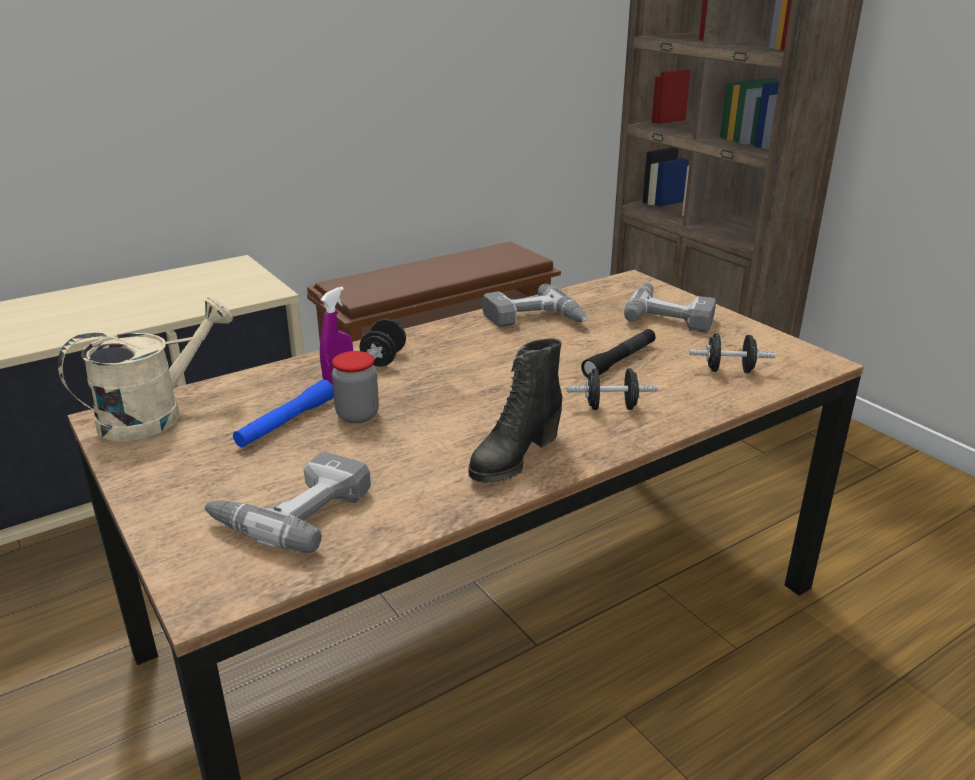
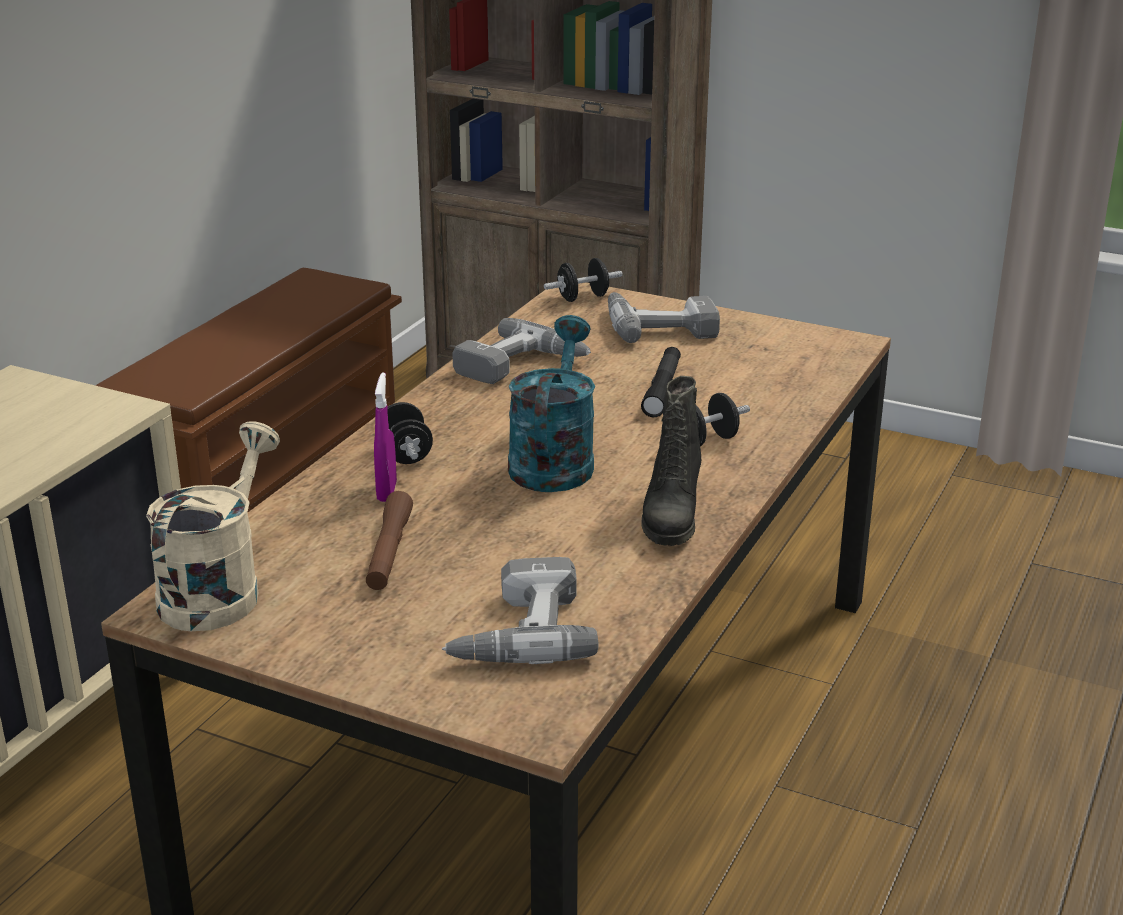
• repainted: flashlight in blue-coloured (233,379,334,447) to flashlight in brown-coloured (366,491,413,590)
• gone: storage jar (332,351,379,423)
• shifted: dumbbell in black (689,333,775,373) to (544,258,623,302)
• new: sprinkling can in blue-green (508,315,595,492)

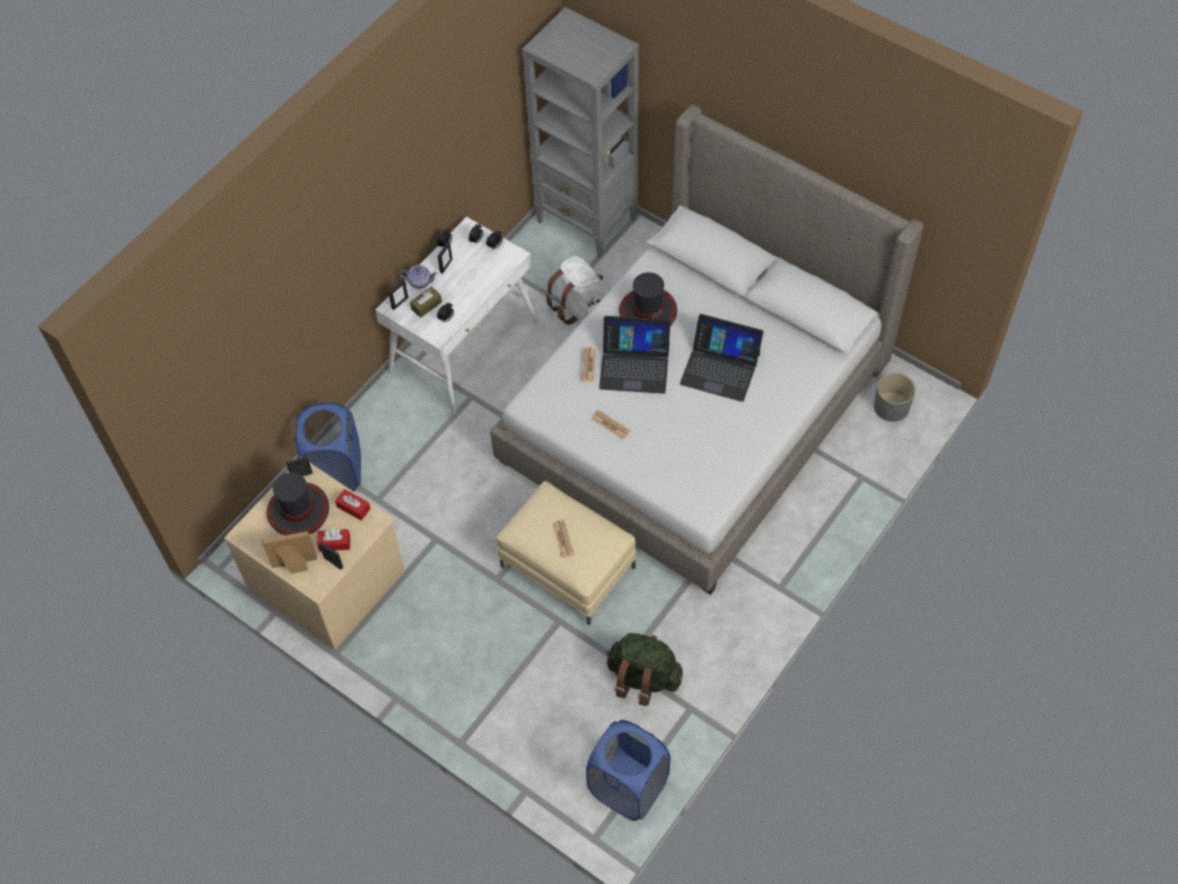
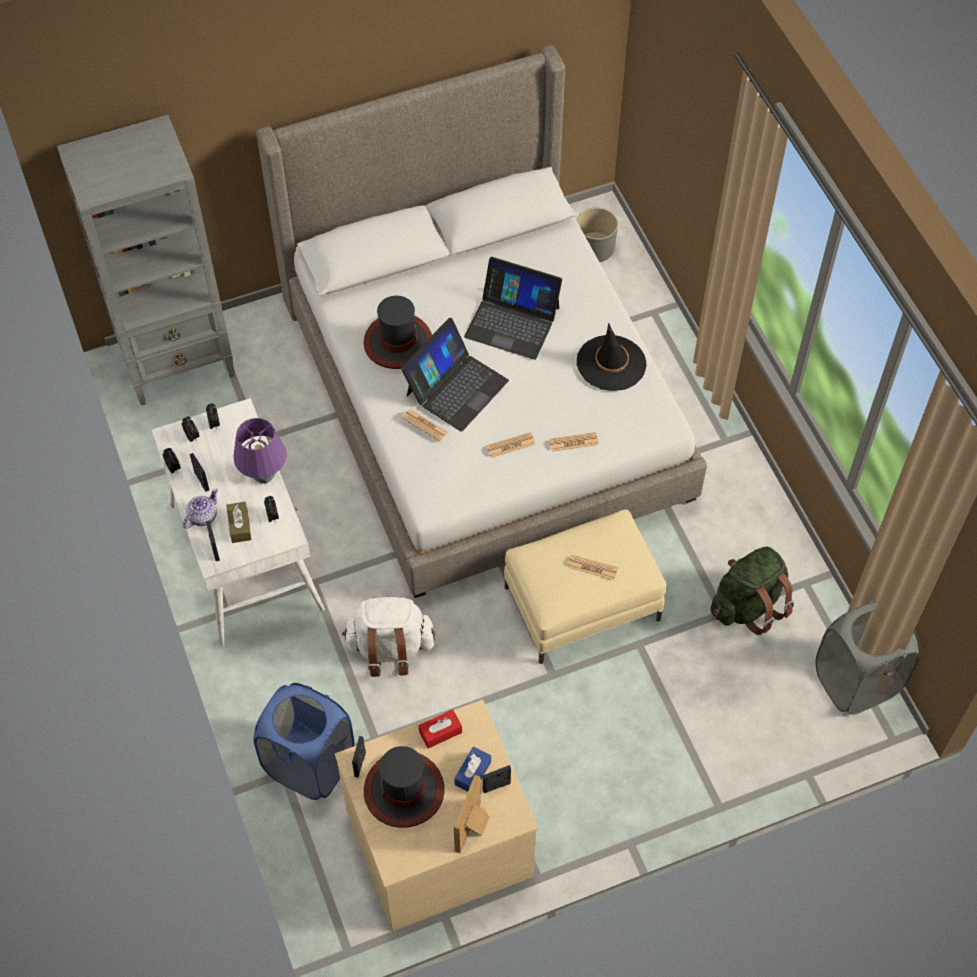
• repainted: tissue holder in reddish (317,529,350,552) to tissue holder in blue-coloured (454,747,491,792)
• shifted: knapsack in white (545,256,606,325) to (342,597,435,677)
• repainted: hamper in blue-coloured (586,720,670,821) to hamper in grey (815,600,920,715)
• rotated: laptop (680,314,764,402) = (464,257,562,360) 60 degrees clockwise
• new: table lamp in purplish (233,418,287,484)
• new: daily paper (549,432,599,452)
• new: wearable hat in black (577,322,647,391)

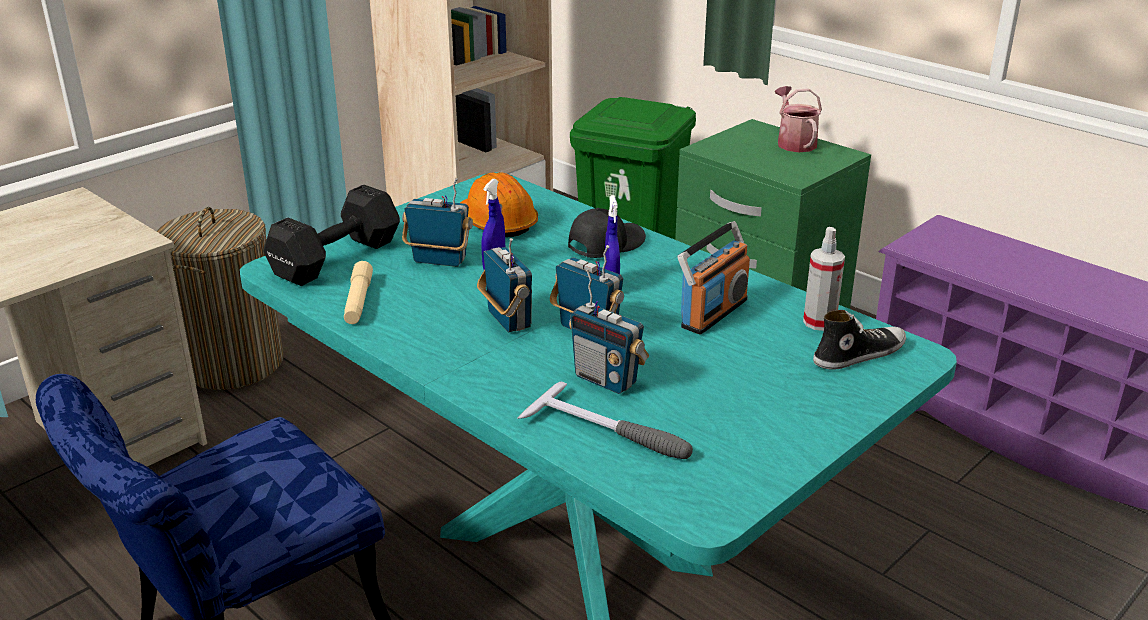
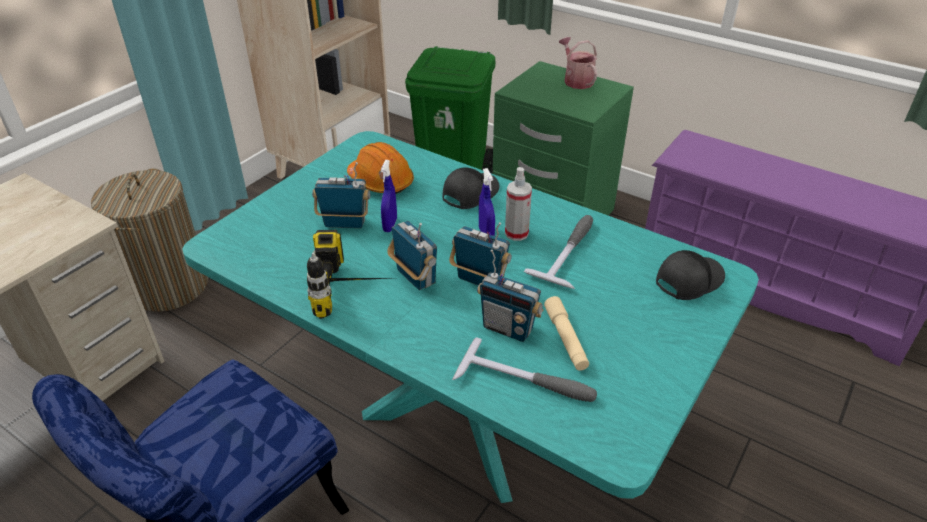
• gone: dumbbell in black (263,185,400,286)
• shifted: flashlight in sand-coloured (344,261,373,324) to (544,296,589,371)
• swapped: radio set (677,221,750,334) to hammer (524,215,593,289)
• shifted: sprayer (803,227,845,331) to (505,167,532,241)
• swapped: low shoe (813,310,906,370) to peaked cap in black (656,250,725,300)
• new: electric drill (307,230,389,319)

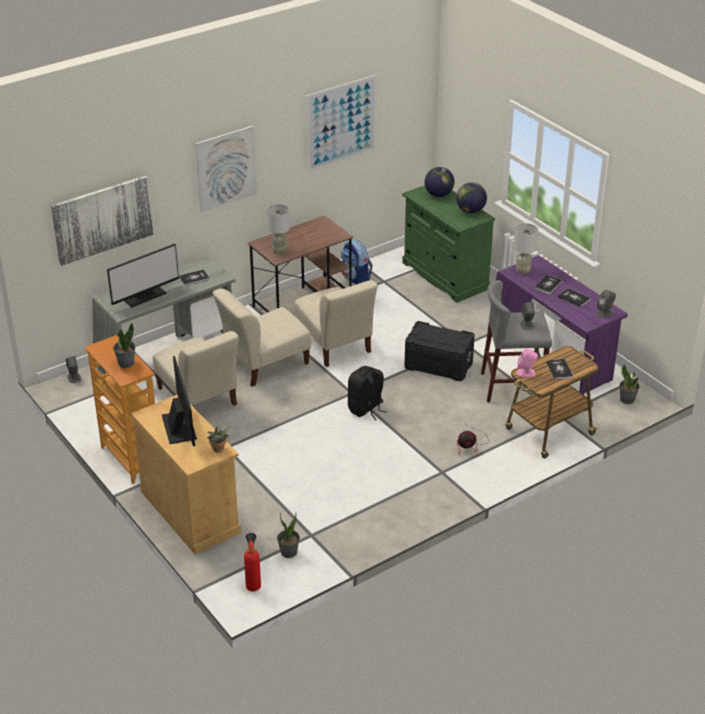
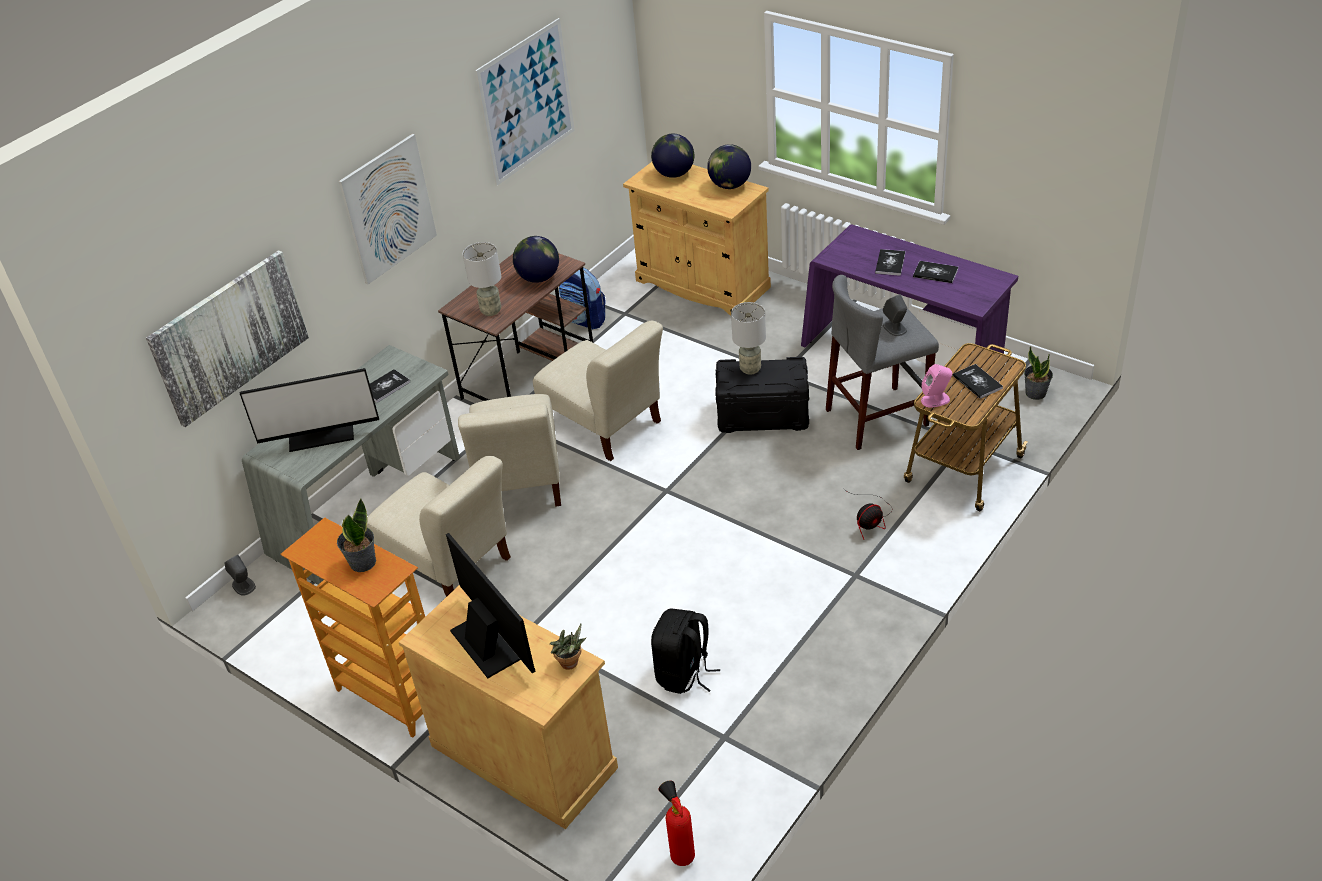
• rotated: computer screen (107,244,179,308) = (240,368,379,452) 45 degrees clockwise
• rotated: chair in sand-coloured (213,289,311,387) = (458,394,561,507) 45 degrees counterclockwise
• gone: houseplant (277,512,300,558)
• shifted: knapsack in black (348,366,387,420) to (651,608,720,694)
• repainted: storage cabinet in greenish (402,185,495,303) to storage cabinet in sand-coloured (623,162,771,315)
• shifted: table lamp in grey (514,223,538,274) to (731,302,766,375)
• gone: speaker in grey (596,290,616,318)
• new: world globe (513,236,559,283)

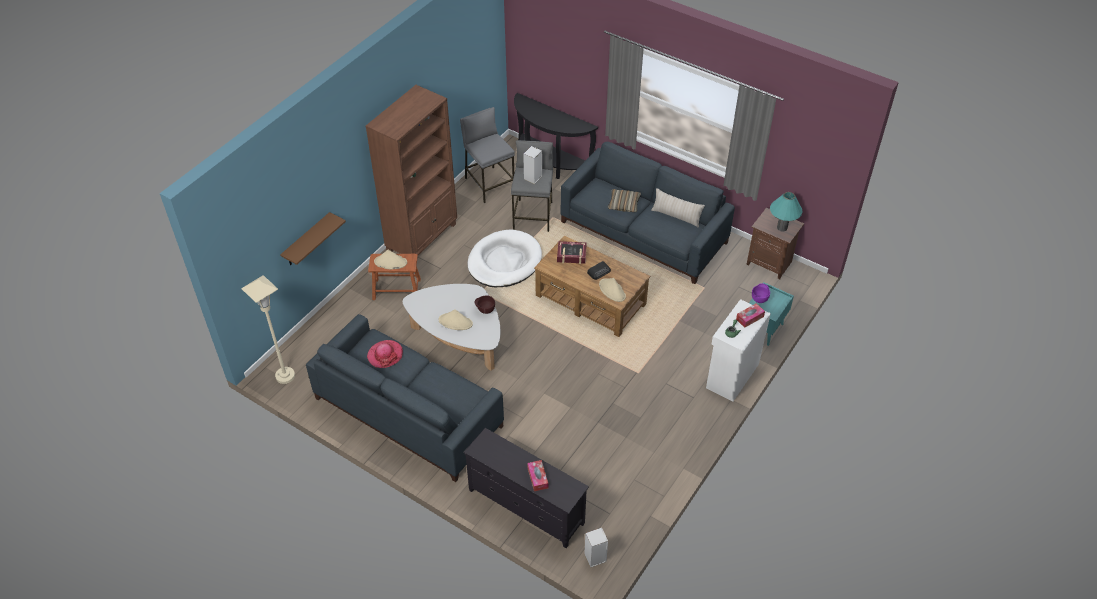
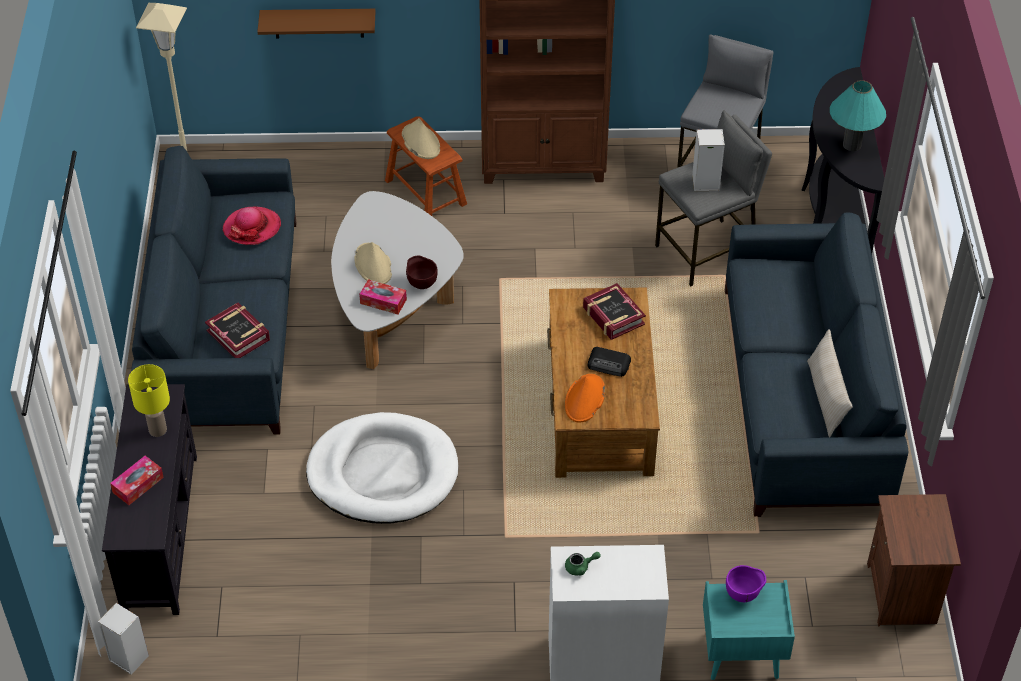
• shifted: dog bed in white (468,230,542,287) to (306,412,458,524)
• repainted: wearable hat in sand-coloured (599,278,626,302) to wearable hat in orange (565,374,605,423)
• gone: pillow (608,189,641,212)
• shifted: tissue holder (736,303,765,328) to (359,279,407,314)
• shifted: table lamp in blue-green (770,192,803,232) to (830,80,886,151)
• new: table lamp in yellowish (128,364,170,437)
• new: volume (205,303,270,358)

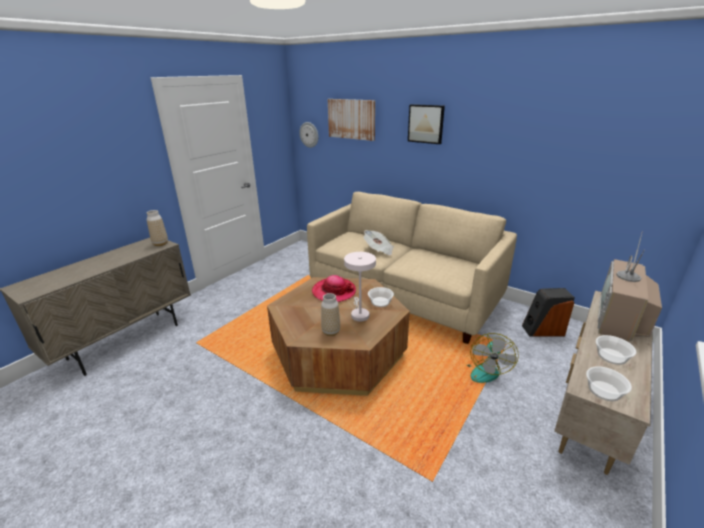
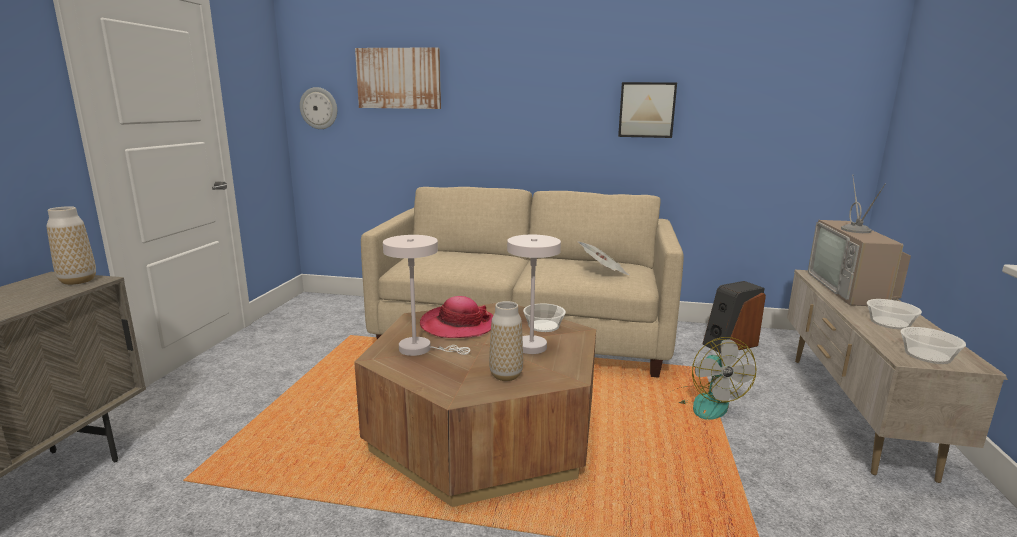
• shifted: daily paper (364,230,394,256) to (577,241,629,275)
• shifted: wall picture (408,104,445,144) to (618,82,677,138)
• new: table lamp in white (383,235,470,356)

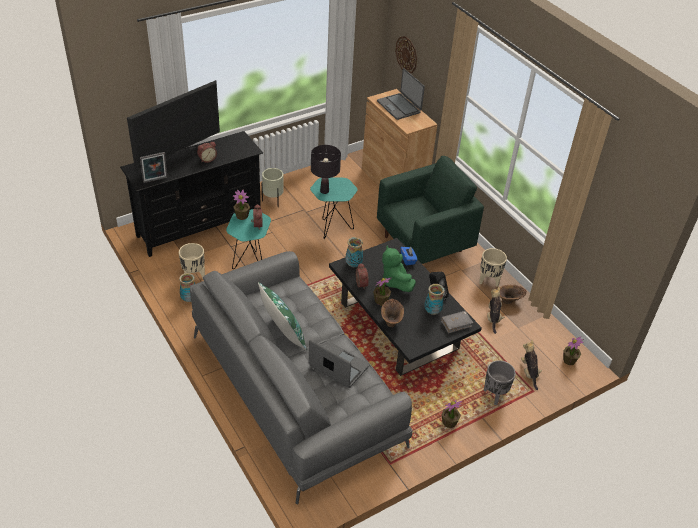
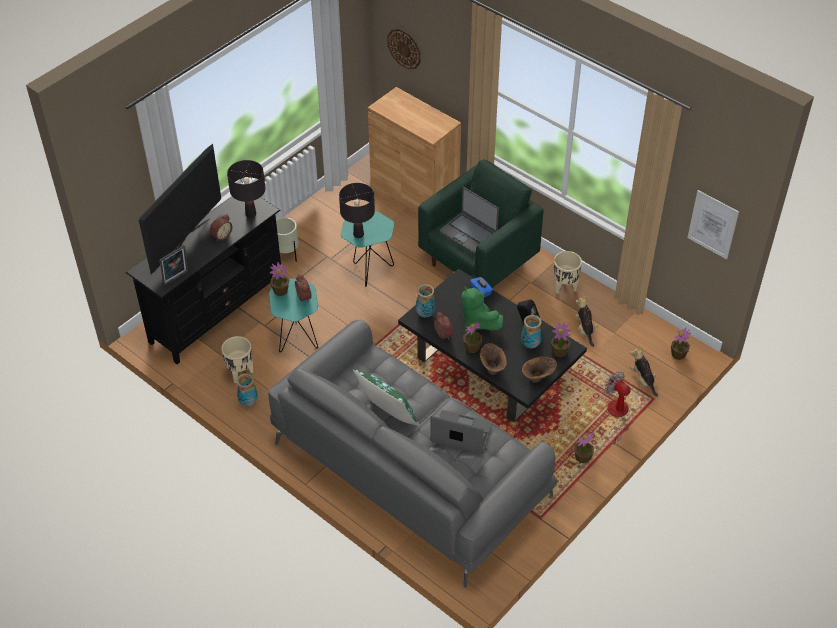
• shifted: laptop (377,68,425,120) to (440,187,499,254)
• swapped: volume in grey (441,311,473,334) to houseplant (551,323,571,357)
• swapped: planter in grey (484,360,516,405) to electric fan (605,371,631,444)
• shifted: vase in brown-coloured (500,285,527,304) to (522,356,557,383)
• new: table lamp in black (227,160,266,218)
• new: wall picture (687,190,739,259)

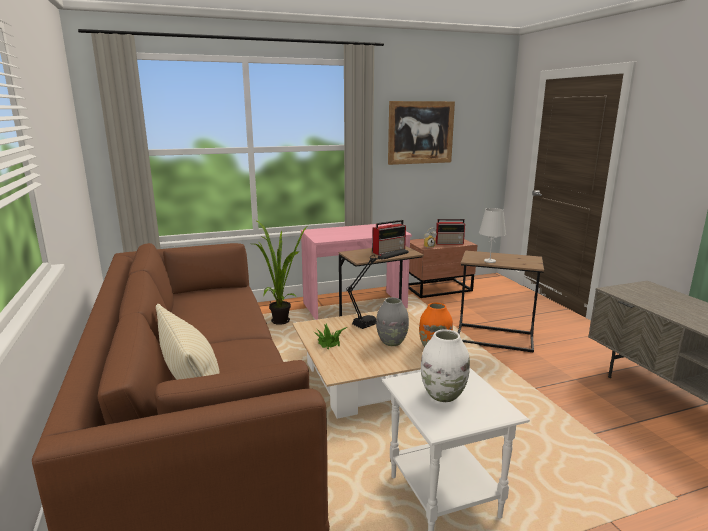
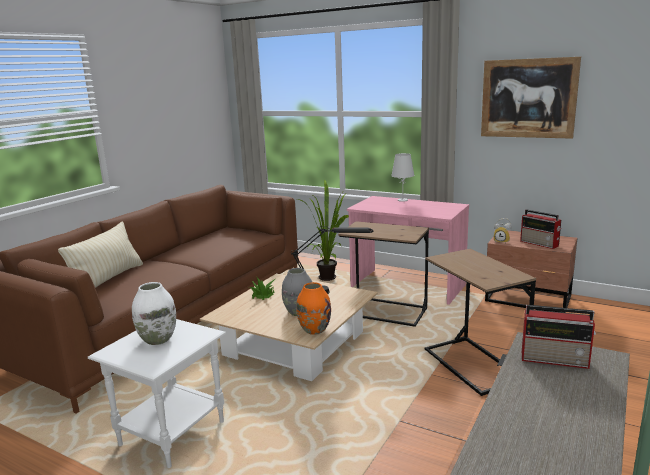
• shifted: radio set (372,220,406,255) to (522,305,596,369)
• shifted: table lamp in white (479,208,506,263) to (391,153,415,202)

